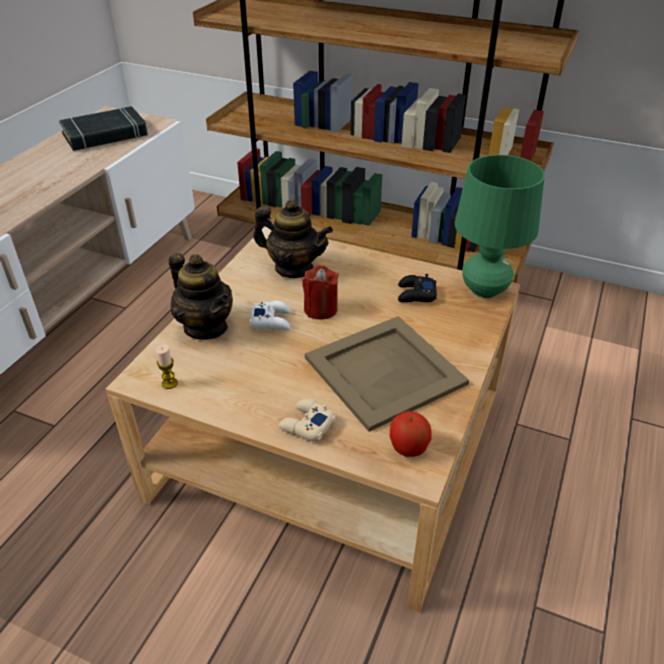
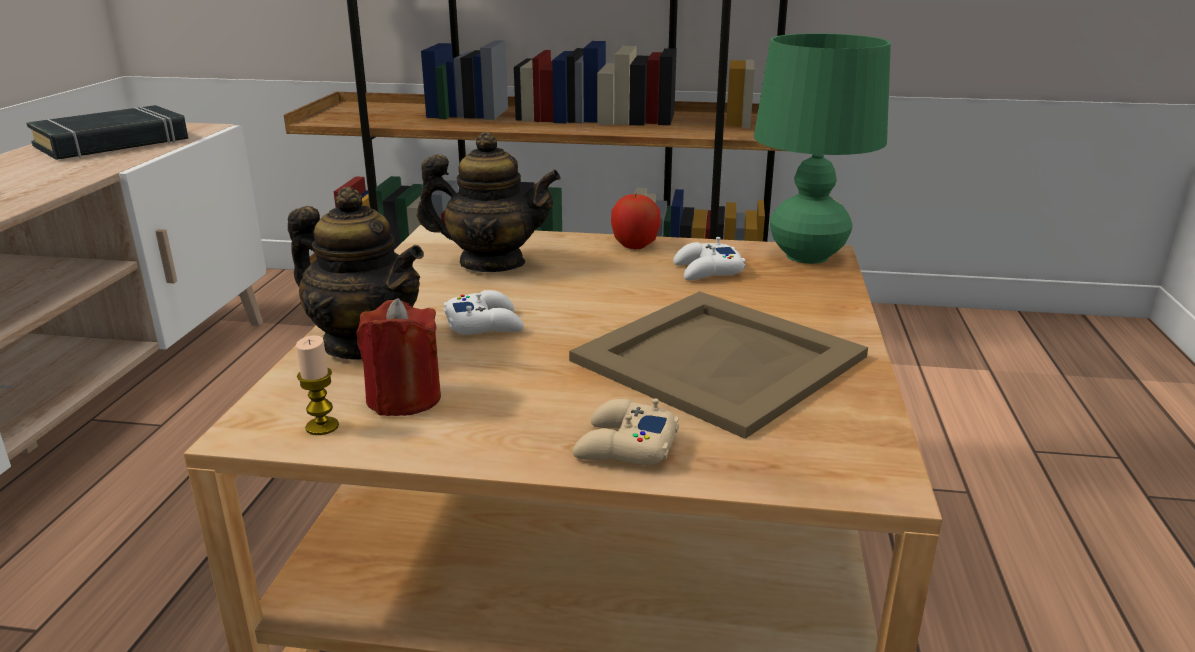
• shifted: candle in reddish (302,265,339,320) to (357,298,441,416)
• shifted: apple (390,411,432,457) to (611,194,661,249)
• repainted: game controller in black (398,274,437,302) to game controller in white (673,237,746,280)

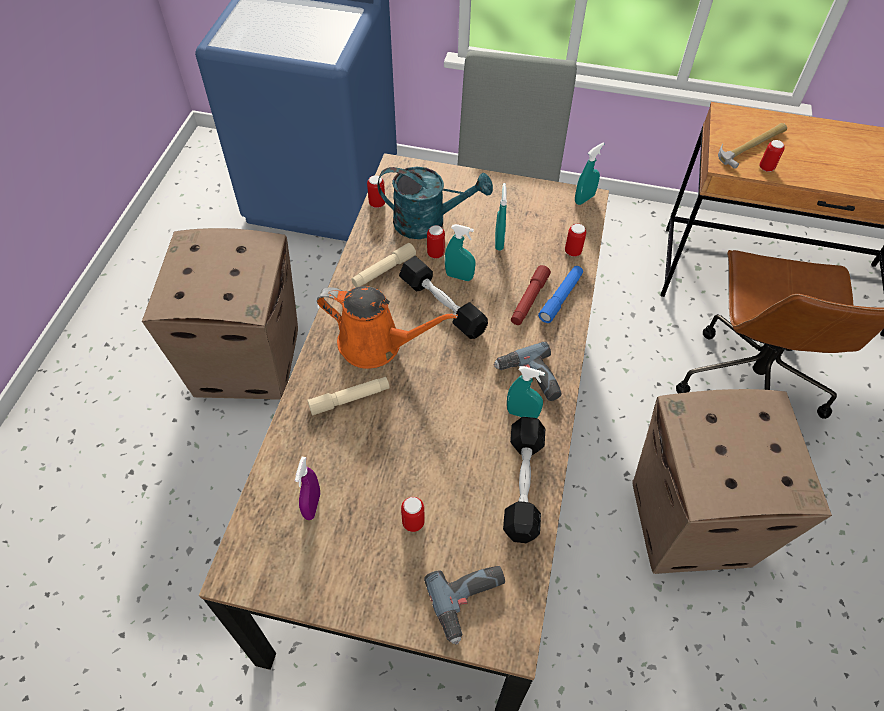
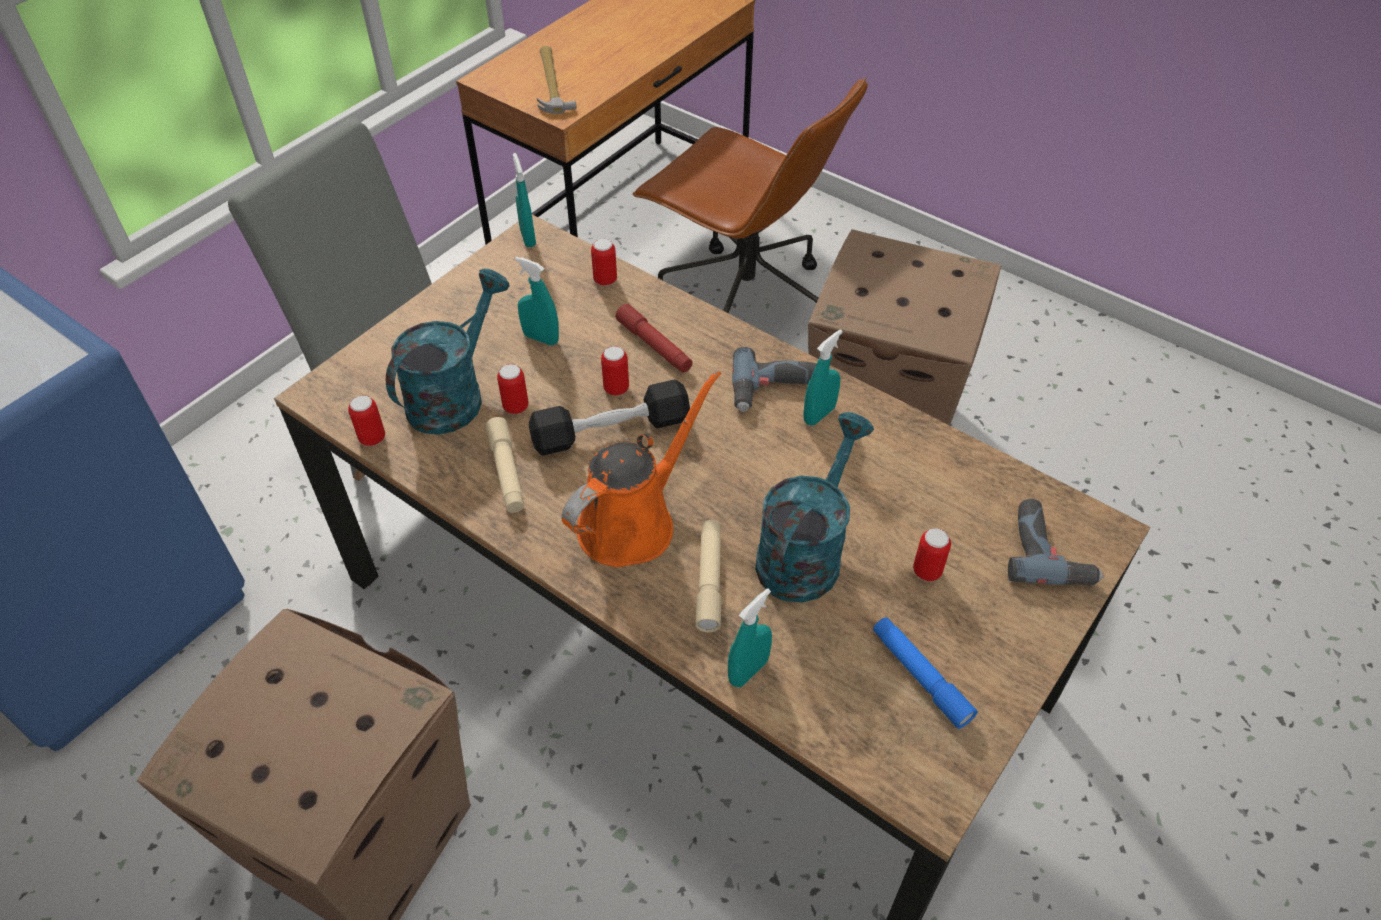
• gone: sprayer in purplish (295,457,320,520)
• shifted: sprayer in blue-green (445,224,476,281) to (728,588,772,687)
• gone: dumbbell in black (503,417,545,543)
• shifted: flashlight in blue-coloured (538,266,583,323) to (873,617,978,729)
• shifted: sealed can (759,140,785,172) to (601,346,629,396)
• new: sprinkling can in blue-green (755,412,874,603)

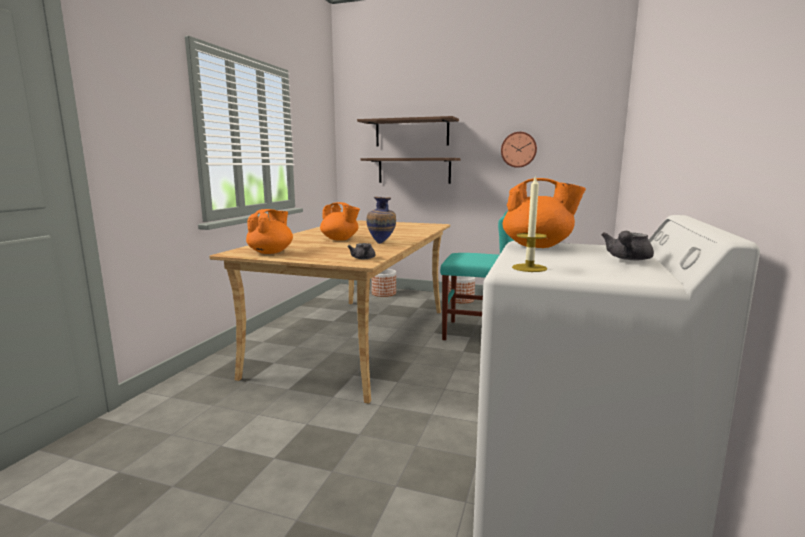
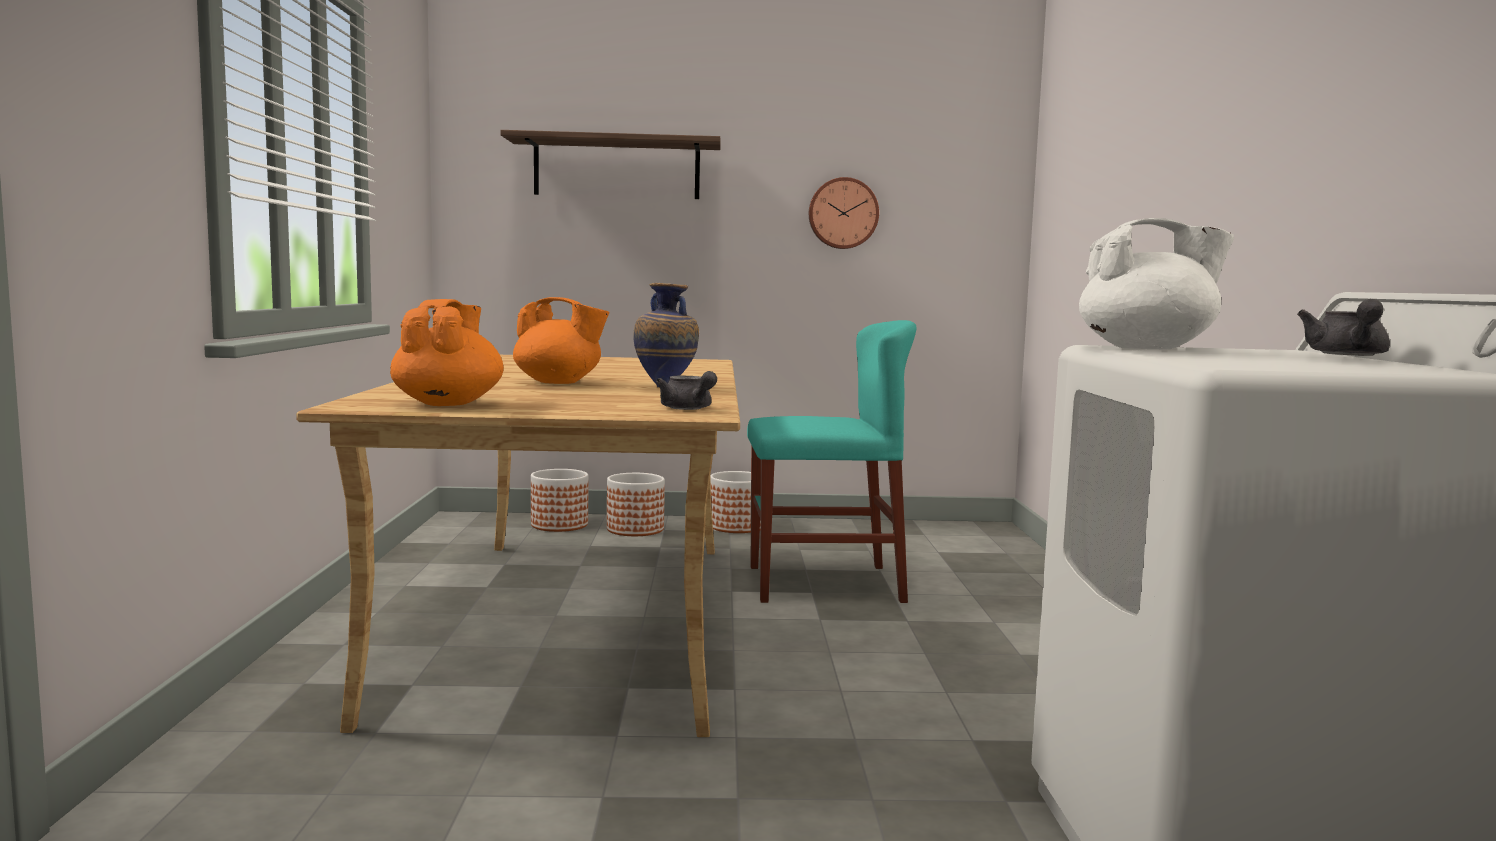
• gone: bracket shelf (360,158,461,184)
• repainted: teapot in orange (503,178,586,248) to teapot in white (1079,218,1234,349)
• gone: candle (512,175,547,272)
• new: planter (607,473,665,536)

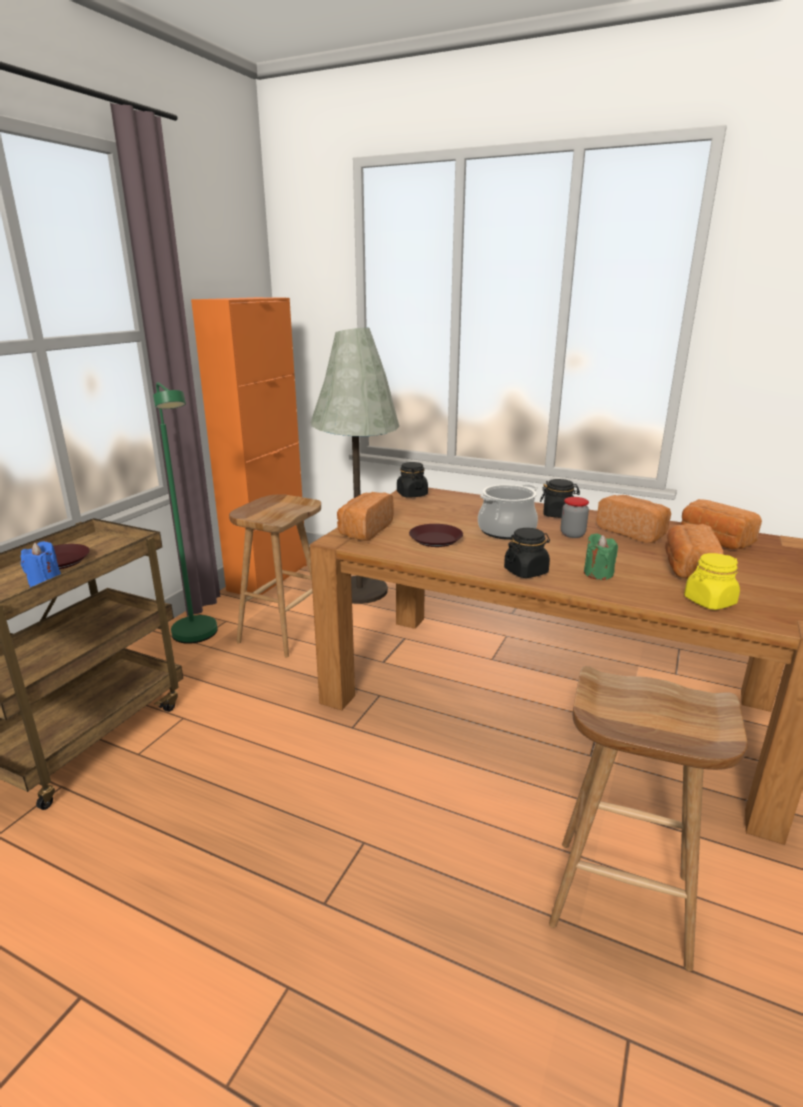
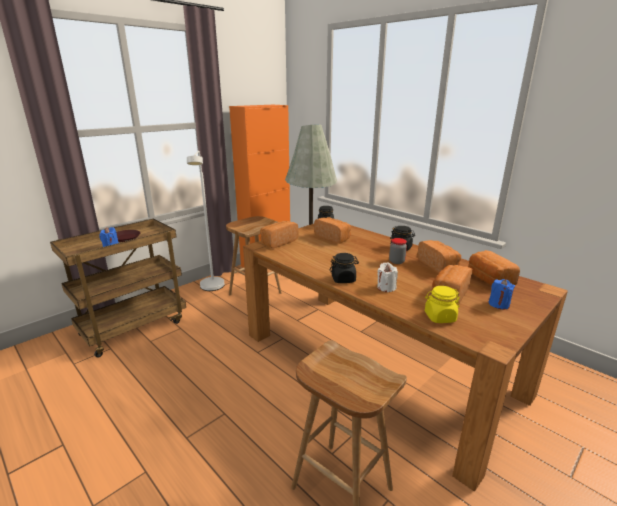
• repainted: standard lamp in greenish (153,382,217,644) to standard lamp in white (187,151,225,291)
• gone: dinner plate in brown-coloured (409,524,463,547)
• gone: cooking pot (478,484,538,540)
• repainted: candle in greenish (584,533,618,580) to candle in white (377,262,398,292)
• new: bakery bread (314,217,351,244)
• new: candle in blue-coloured (489,279,515,310)

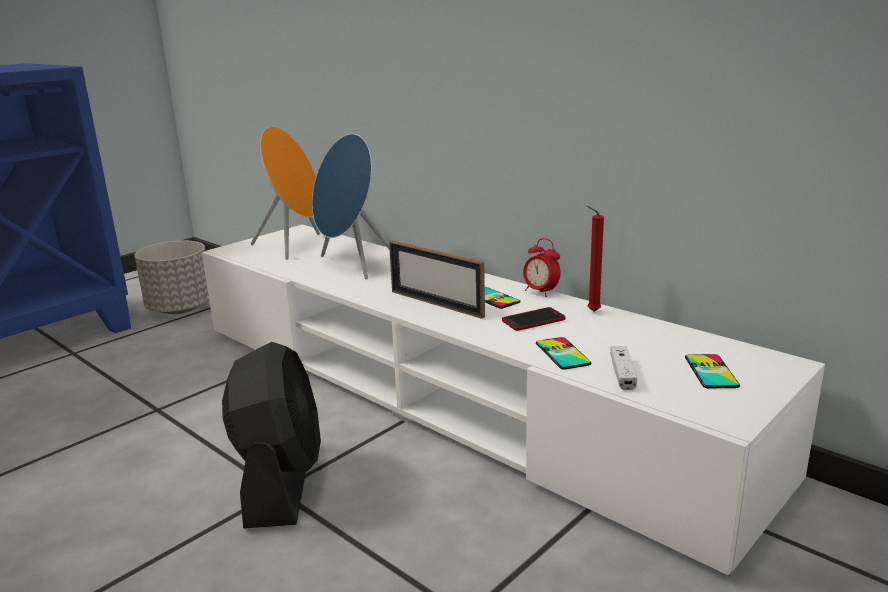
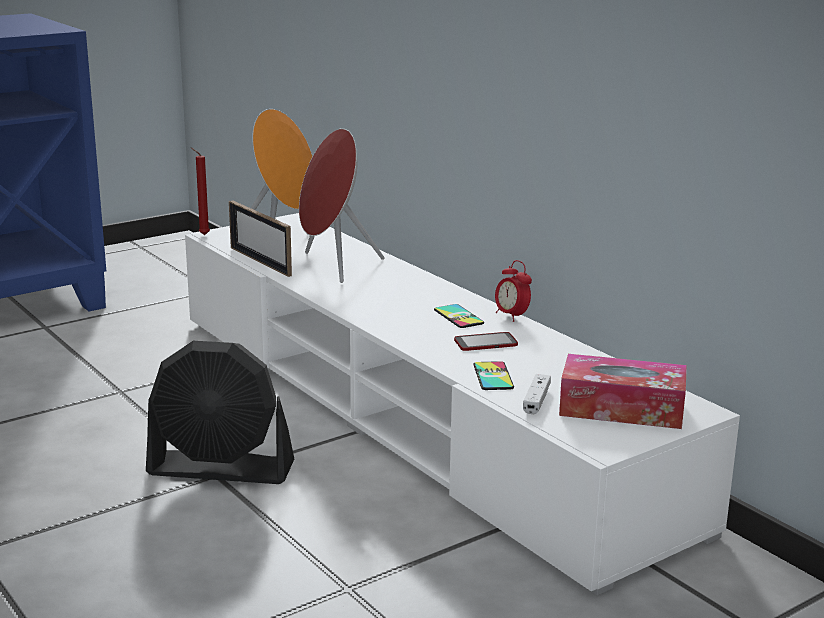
• gone: planter in grey (134,241,209,314)
• rotated: electric fan in black (222,342,321,529) = (146,341,294,484) 90 degrees clockwise
• repainted: speaker in blue-coloured (312,134,389,279) to speaker in reddish (299,128,385,283)
• shifted: picture frame (389,240,485,319) to (229,200,292,277)
• shifted: candle in reddish (587,206,604,312) to (190,147,210,235)
• swapped: phone (685,354,740,388) to tissue holder (559,354,687,429)

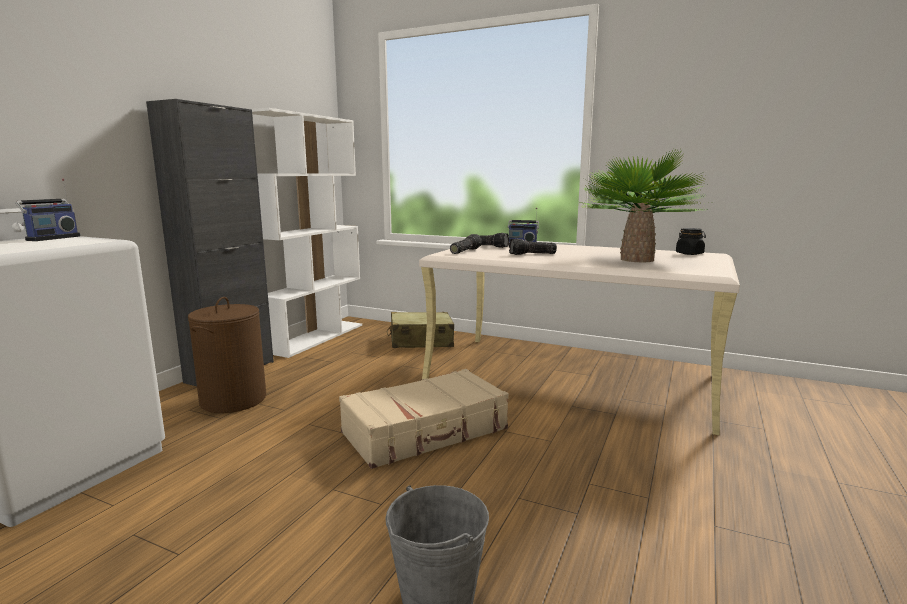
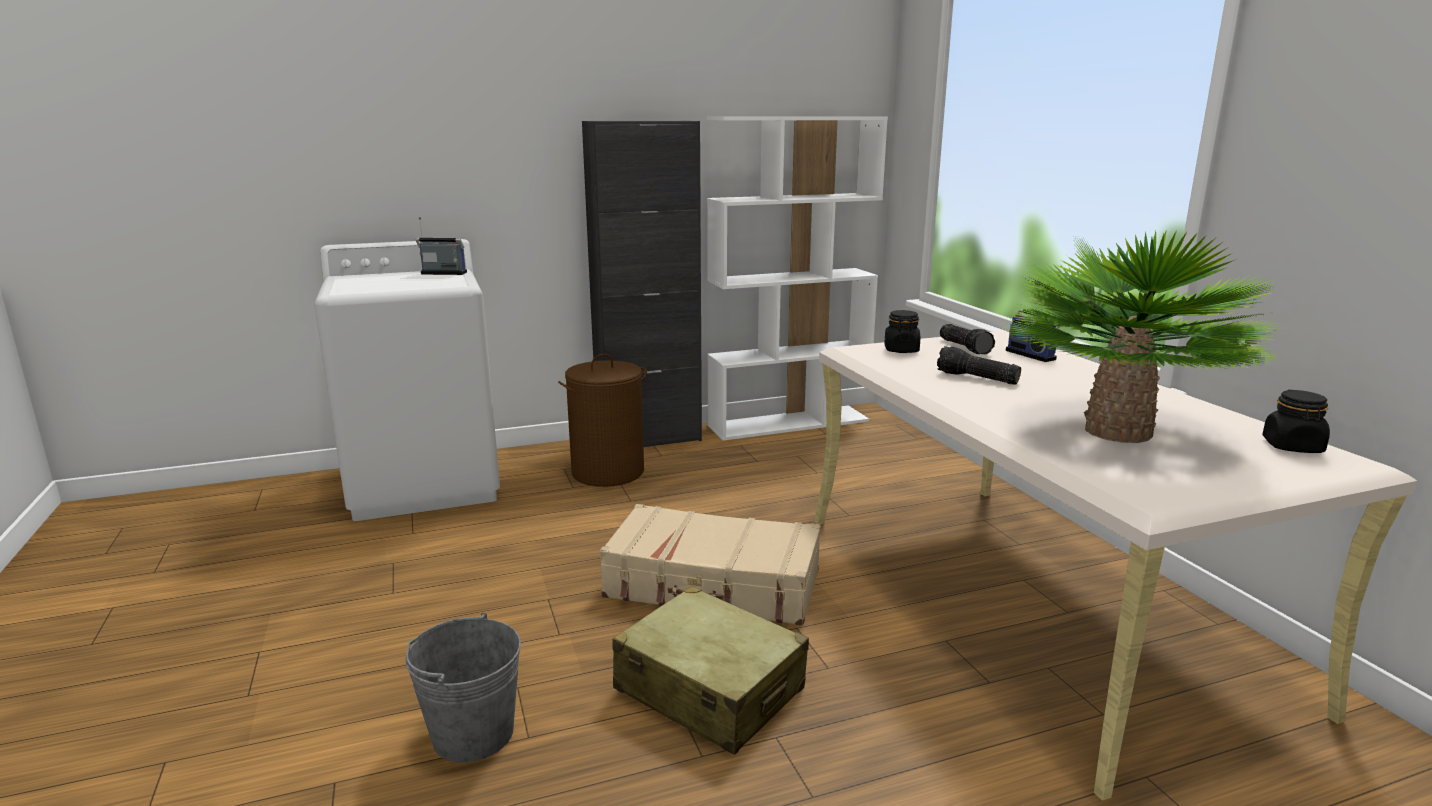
• rotated: radio set (15,179,80,241) = (415,217,467,275) 150 degrees counterclockwise
• shifted: suitcase in sand-coloured (386,312,454,348) to (612,586,809,755)
• swapped: flashlight (450,234,482,254) to storage jar in black (884,310,920,353)

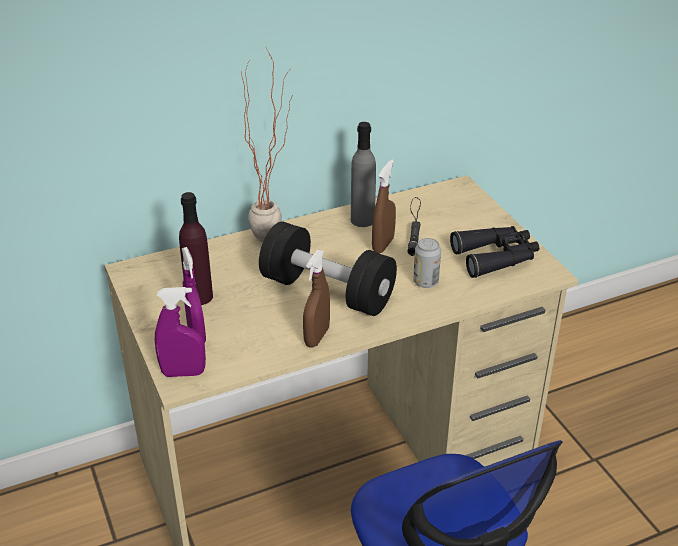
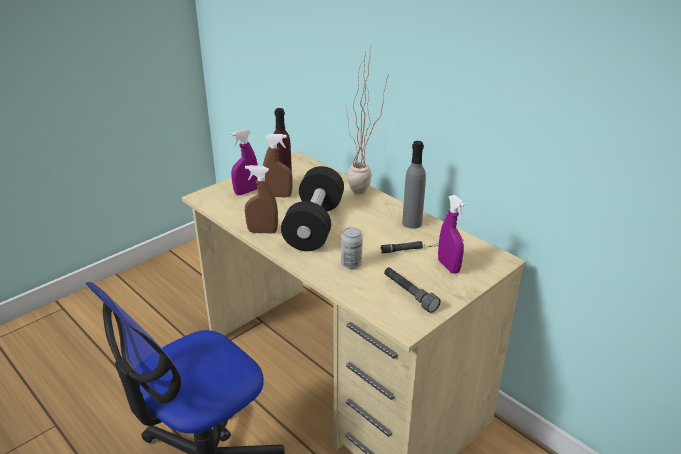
• shifted: sprayer in purplish (155,287,206,377) to (438,195,466,274)
• shifted: sprayer in brown-coloured (372,159,396,253) to (263,134,293,198)
• swapped: field glasses in black (450,226,539,278) to flashlight in grey (384,267,441,313)

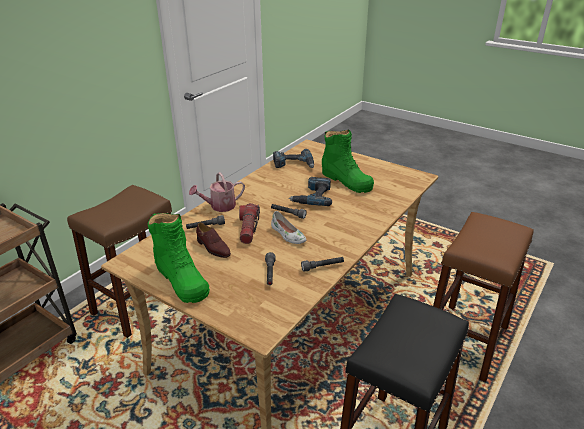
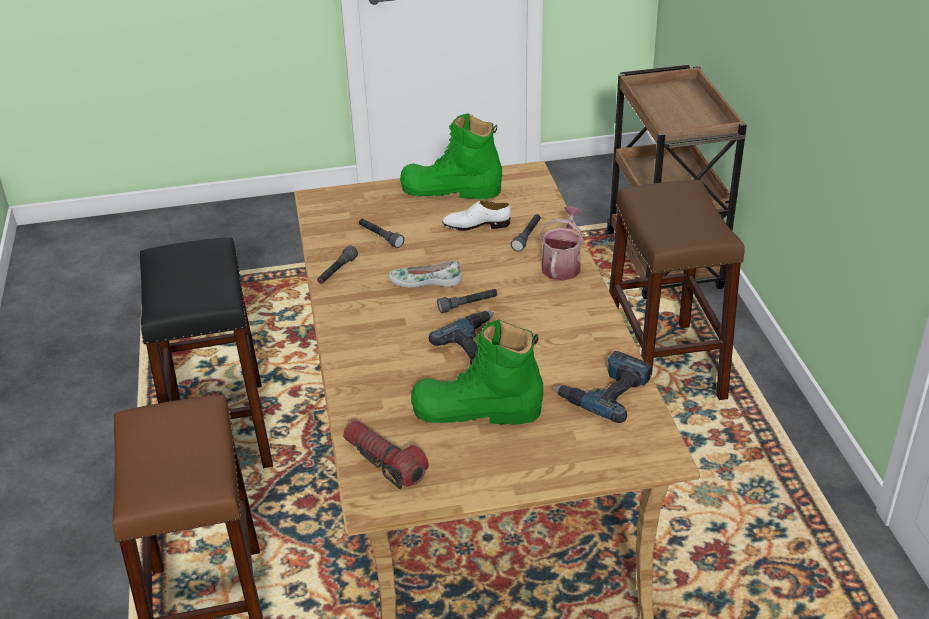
• repainted: low shoe in brown-coloured (196,222,231,258) to low shoe in white (442,201,511,231)
• shifted: flashlight (239,203,260,244) to (343,420,429,489)

